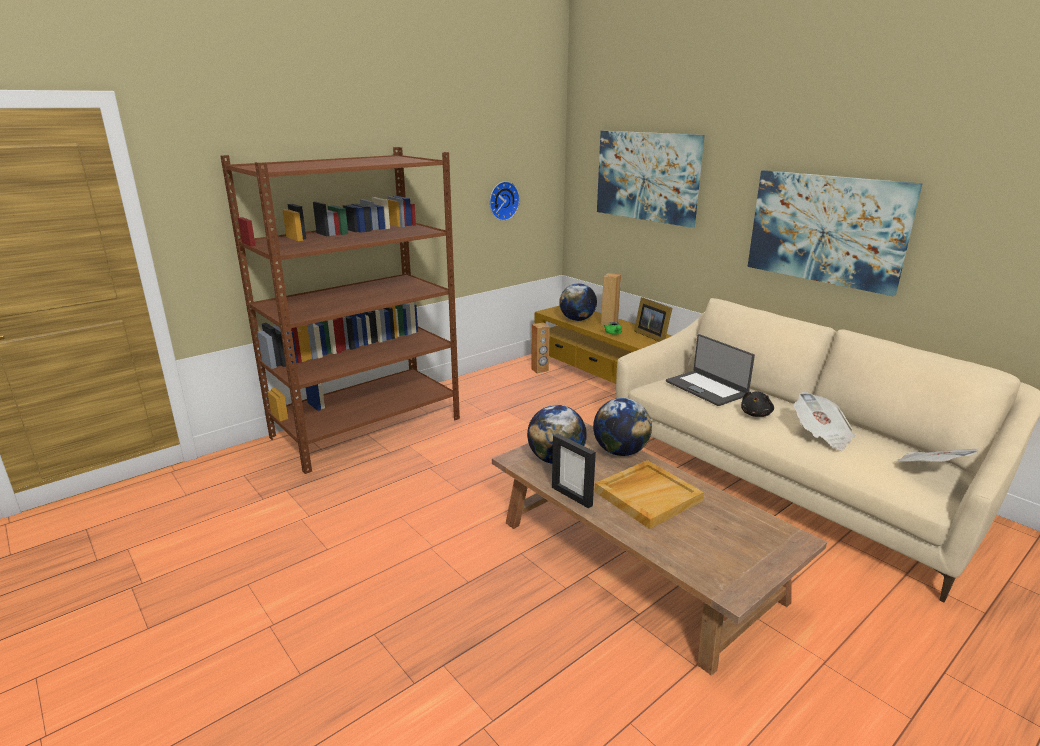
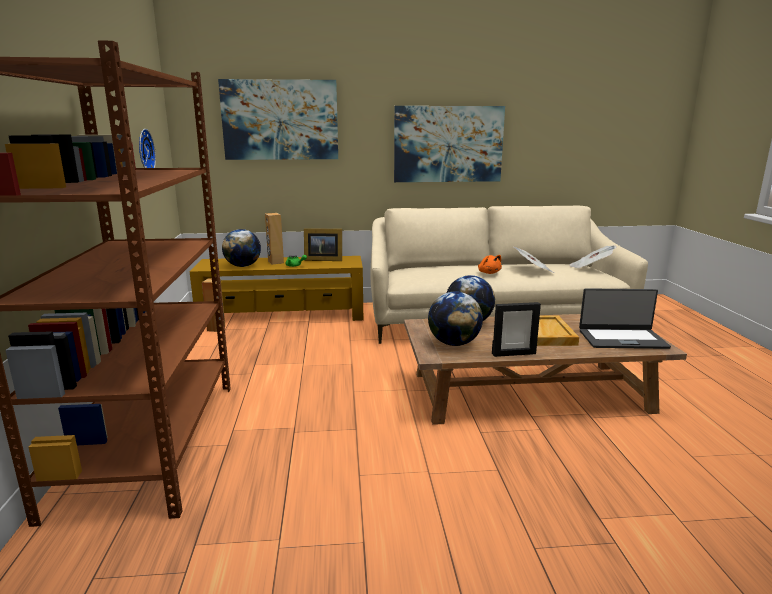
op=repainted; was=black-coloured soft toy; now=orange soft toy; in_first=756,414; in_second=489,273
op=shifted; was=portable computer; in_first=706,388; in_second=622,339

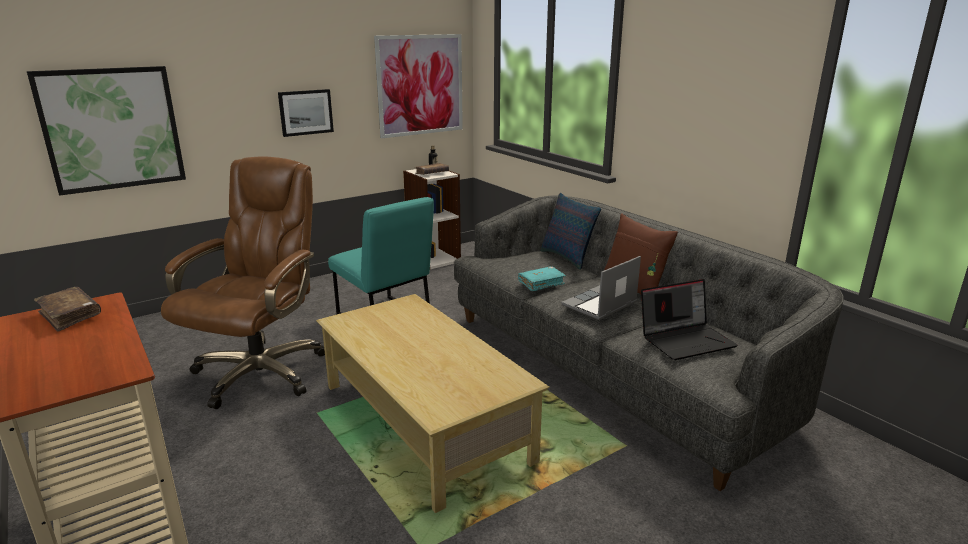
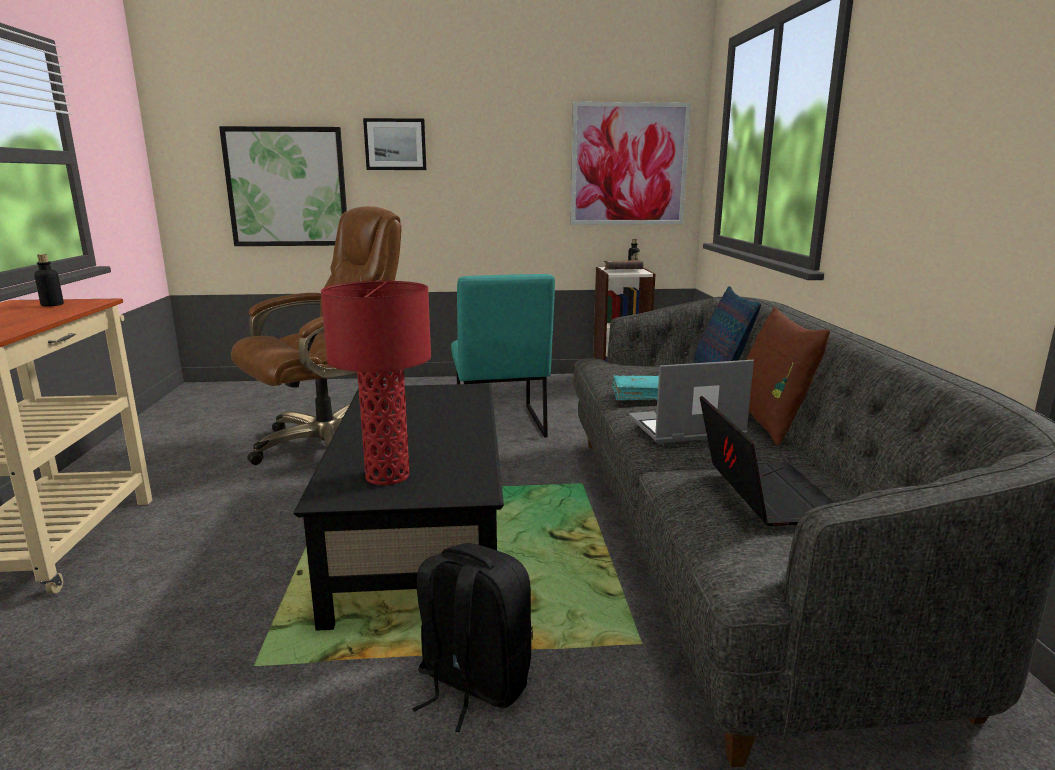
op=swapped; was=brownish volume; now=drink bottle; in_first=70,315; in_second=52,305
op=repainted; was=sand-coloured coffee table; now=black-coloured coffee table; in_first=426,422; in_second=422,533
op=new; now=red lamp for a table; in_second=387,476
op=shifted; was=picture; in_first=305,112; in_second=395,144
op=new; now=black-coloured knapsack; in_second=472,684
op=rotated; was=portable computer; in_first=686,339; in_second=763,493; clockwise=-105

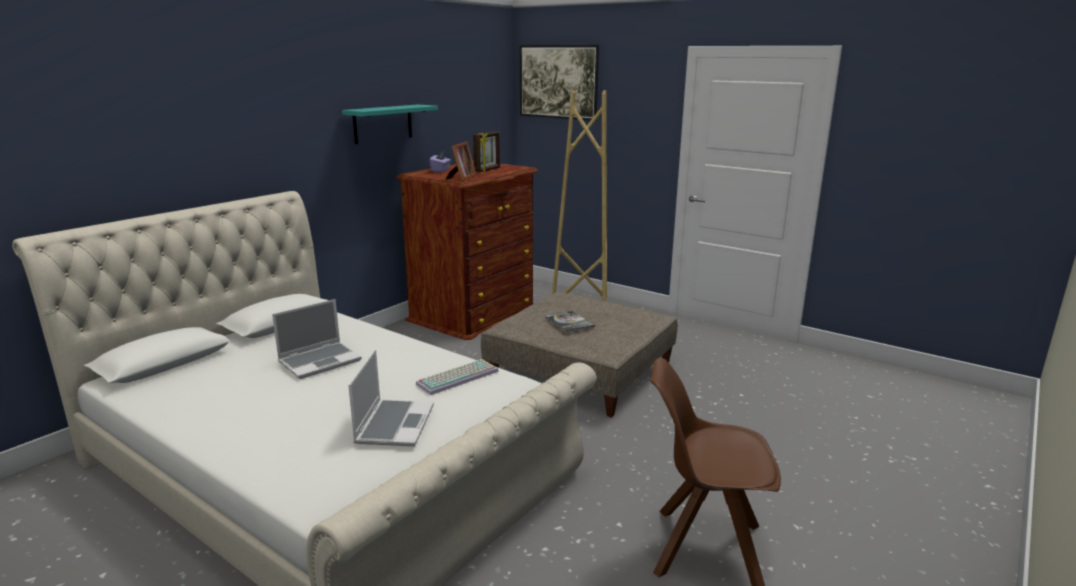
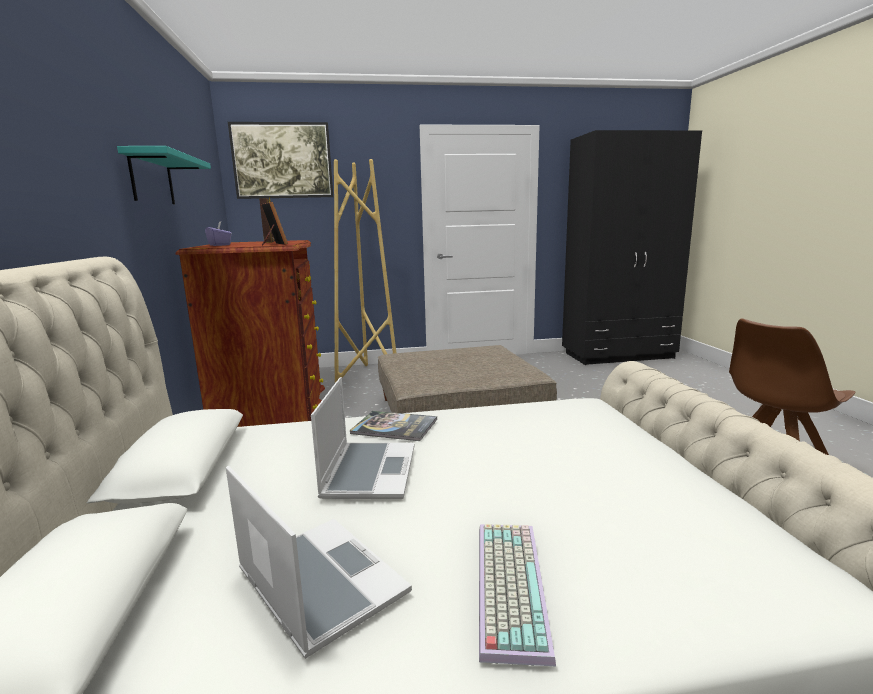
op=shifted; was=portable computer; in_first=394,424; in_second=318,583
op=shifted; was=volume; in_first=569,322; in_second=394,427
op=shifted; was=keyboard; in_first=458,377; in_second=507,583
op=new; now=black-coloured armoire; in_second=618,355

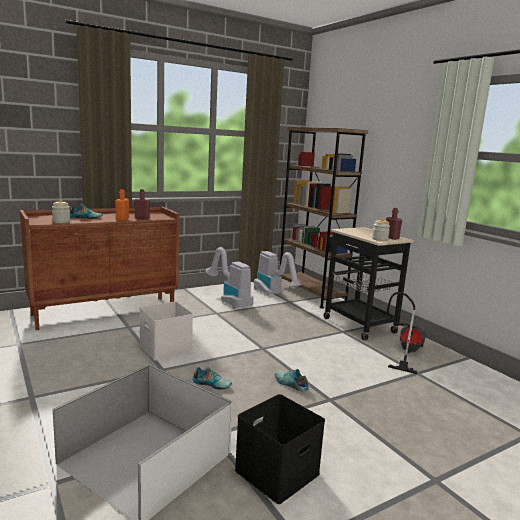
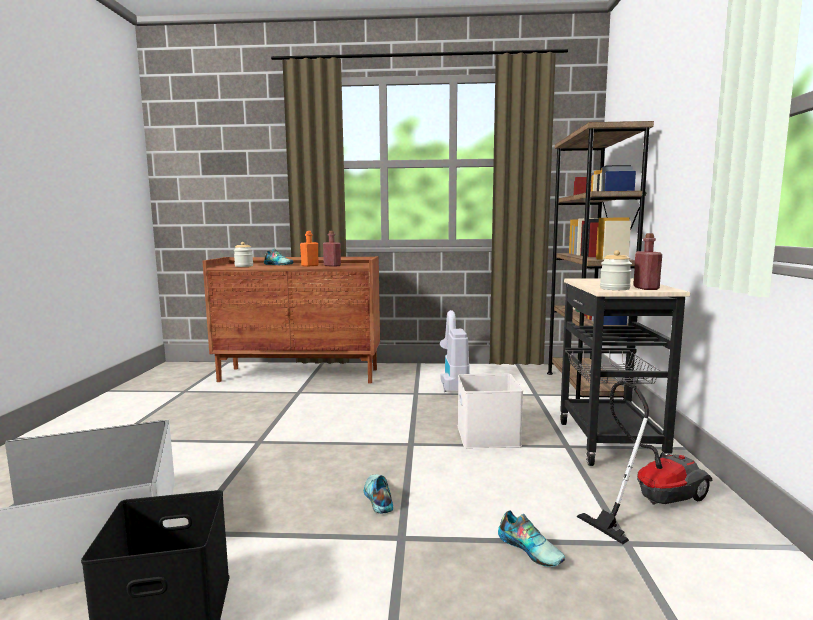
op=shifted; was=white-coloured storage container; in_first=166,348; in_second=489,436
op=shifted; was=shoe; in_first=212,384; in_second=530,548
op=gone; was=hoover; in_first=274,294

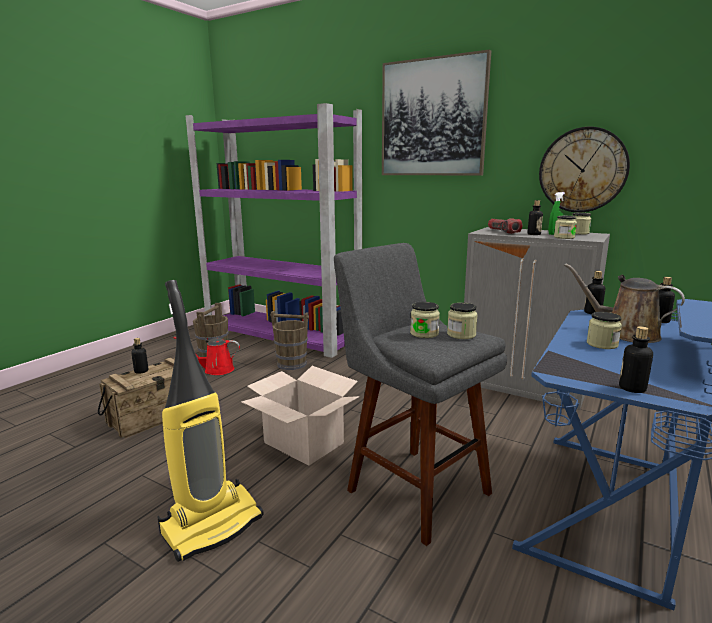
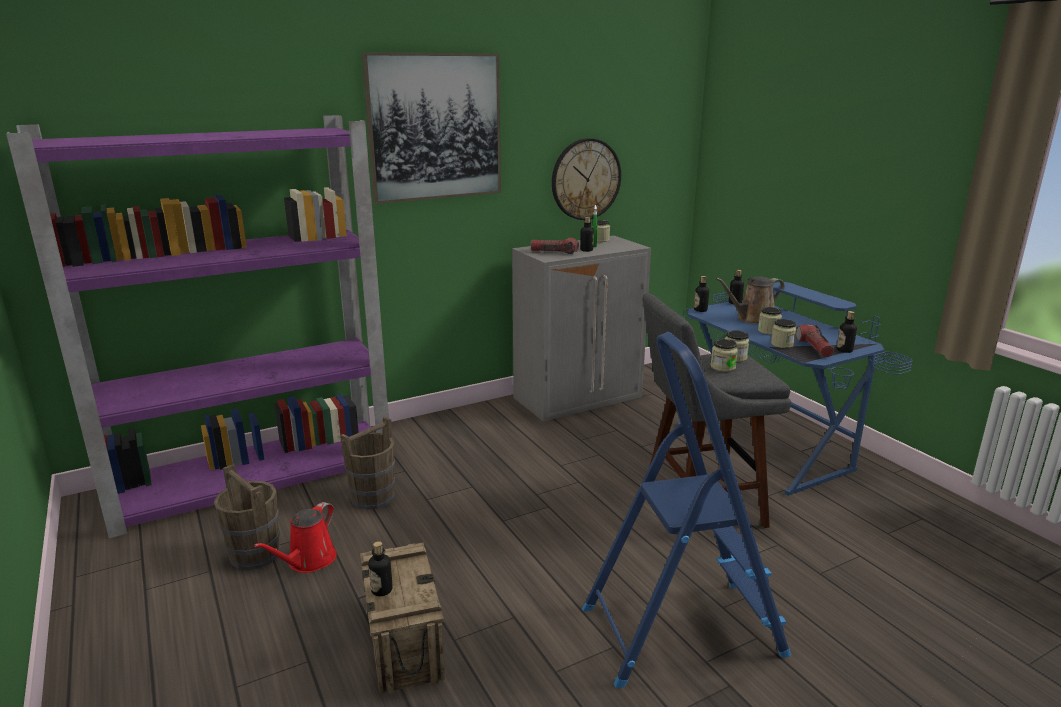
op=swapped; was=hoover; now=blue step stool; in_first=212,524; in_second=684,630
op=shifted; was=jar; in_first=564,237; in_second=782,344
op=new; now=torch; in_second=814,348
op=gone; was=carton; in_first=304,442

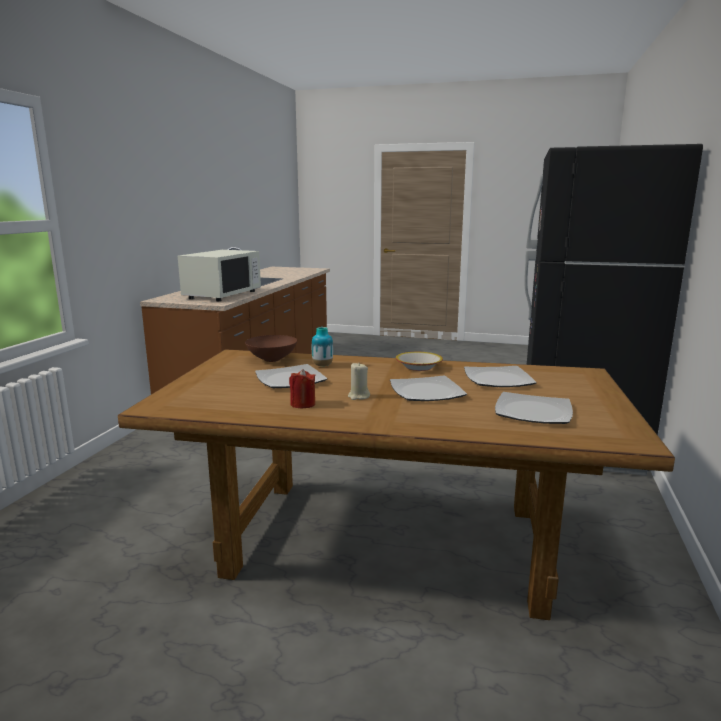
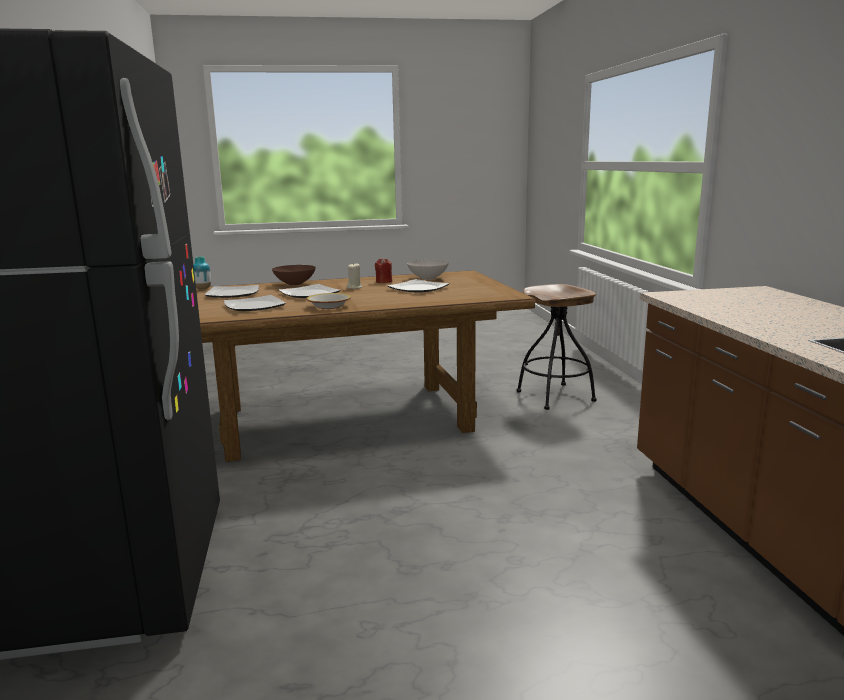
op=shifted; was=decorative vase; in_first=322,365; in_second=202,289
op=shifted; was=brownish serving bowl; in_first=273,359; in_second=294,284
op=new; now=white-coloured serving bowl; in_second=428,278
op=new; now=brownish stool seat; in_second=555,396
op=gone; was=white-coloured kitchen microwave; in_first=222,295

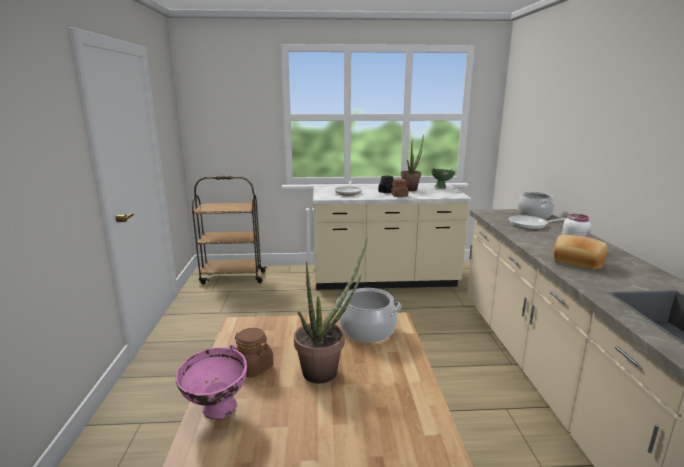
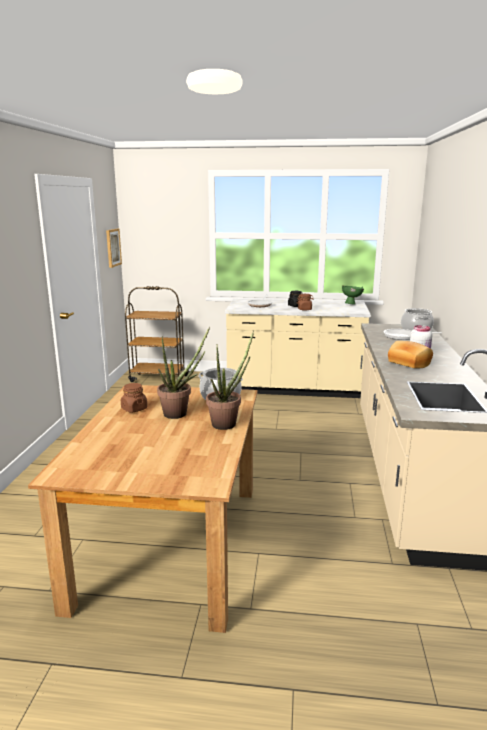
op=new; now=picture; in_second=113,247
op=shifted; was=houseplant; in_first=411,189; in_second=228,423
op=gone; was=pink serving bowl; in_first=216,413

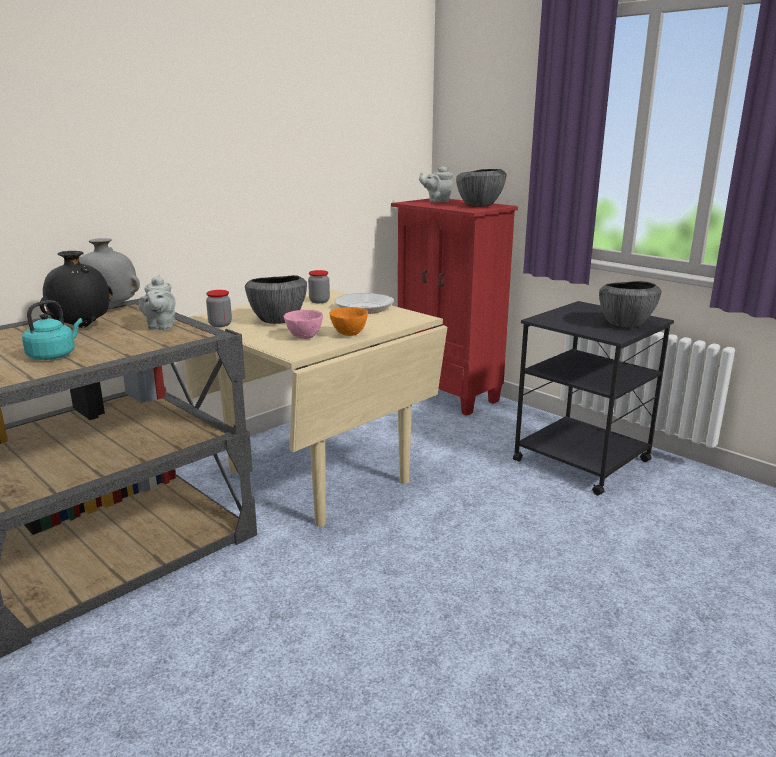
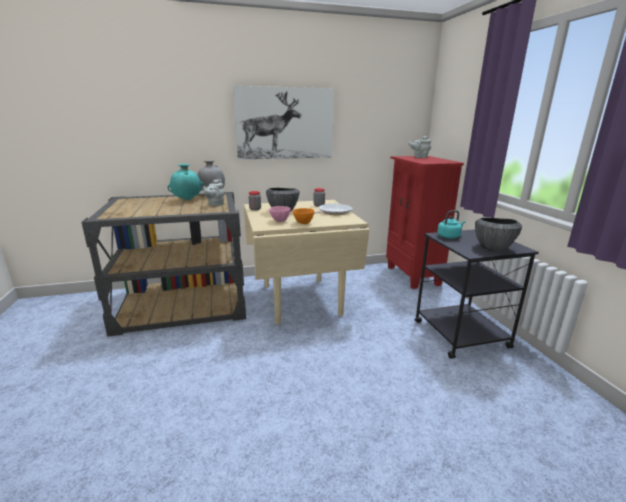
op=repainted; was=black-coloured decorative vase; now=turquoise decorative vase; in_first=82,327; in_second=188,200
op=new; now=picture; in_second=285,124
op=shifted; was=turquoise kettle; in_first=54,355; in_second=449,236
op=gone; was=serving bowl; in_first=479,205

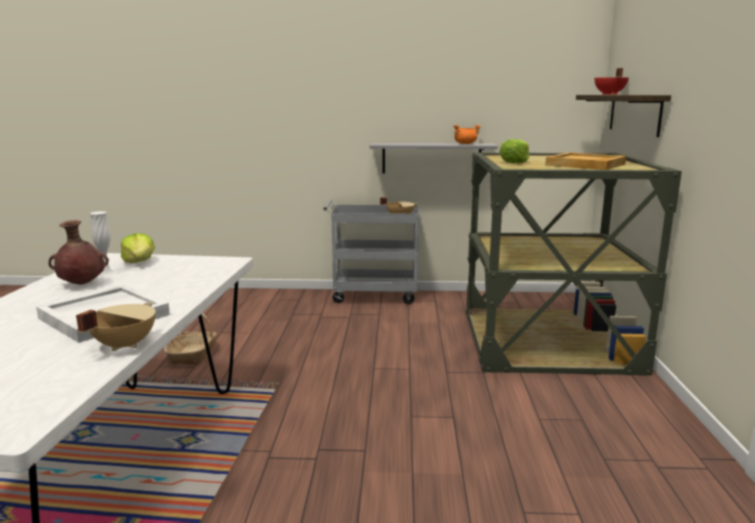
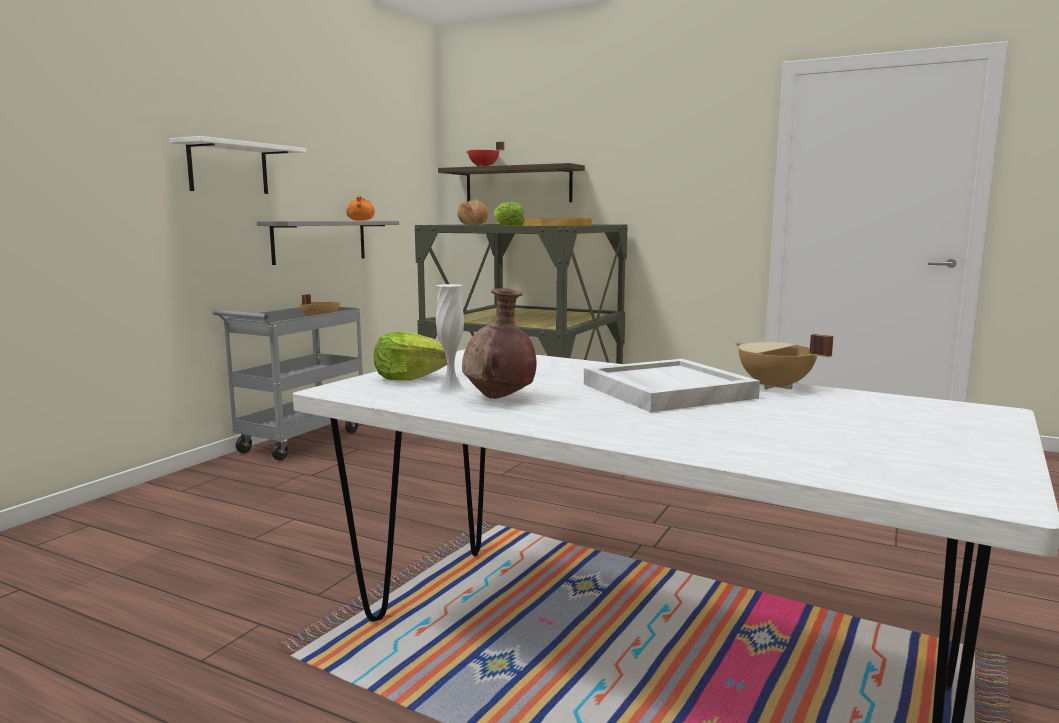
op=new; now=white-coloured shelf; in_second=228,168
op=new; now=baked bread; in_second=473,224
op=gone; was=basket; in_first=192,354

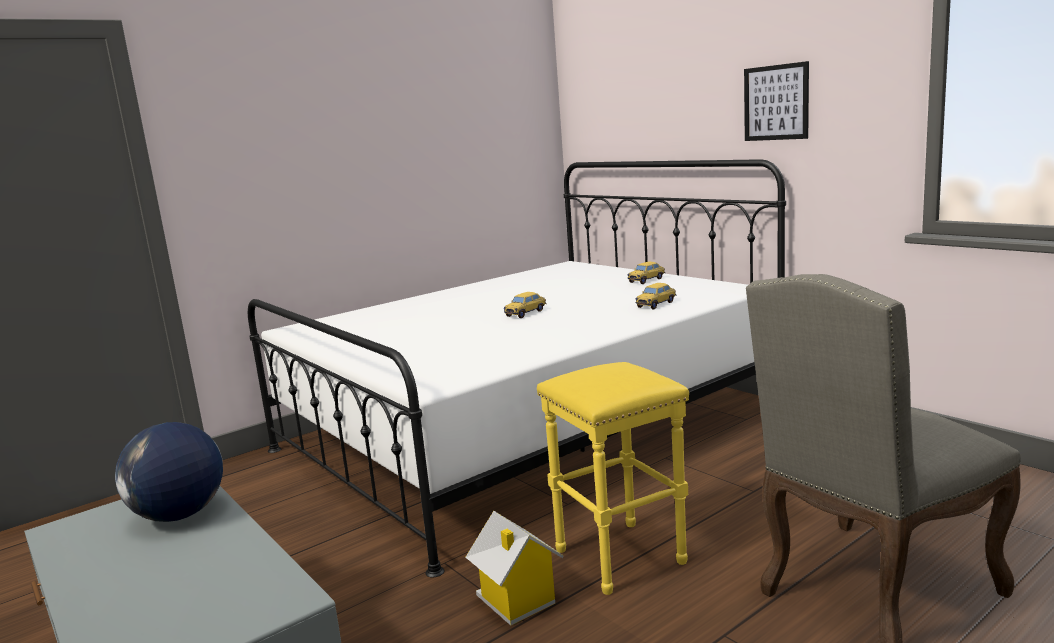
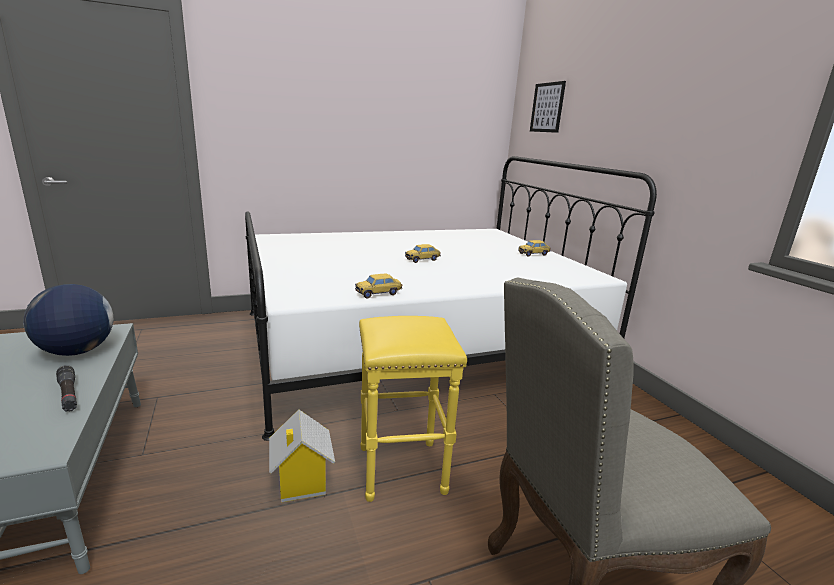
op=new; now=black-coloured torch; in_second=68,394
op=shifted; was=toy car; in_first=656,304; in_second=378,294
op=shifted; was=picture; in_first=776,102; in_second=547,107

